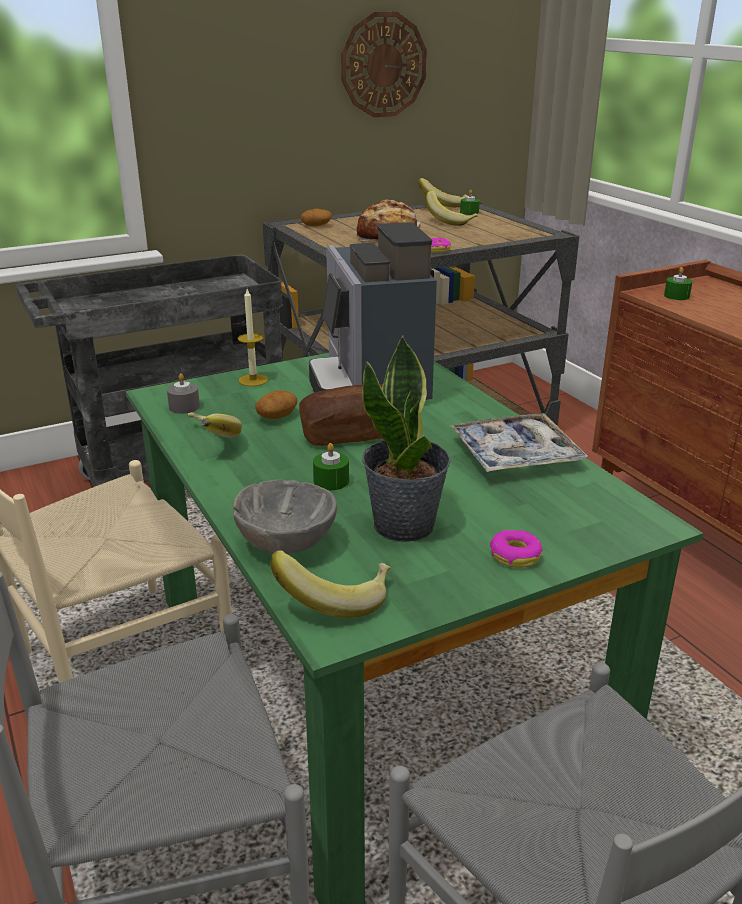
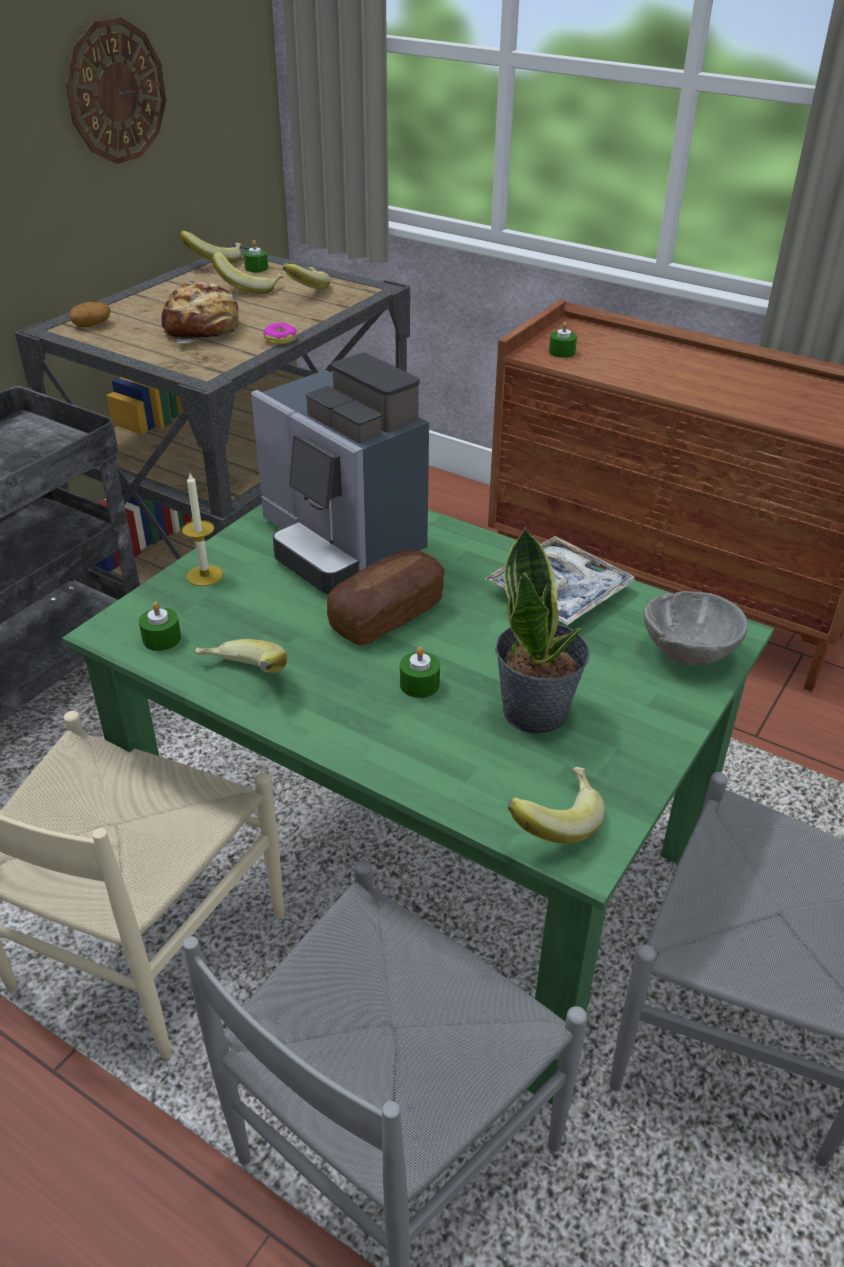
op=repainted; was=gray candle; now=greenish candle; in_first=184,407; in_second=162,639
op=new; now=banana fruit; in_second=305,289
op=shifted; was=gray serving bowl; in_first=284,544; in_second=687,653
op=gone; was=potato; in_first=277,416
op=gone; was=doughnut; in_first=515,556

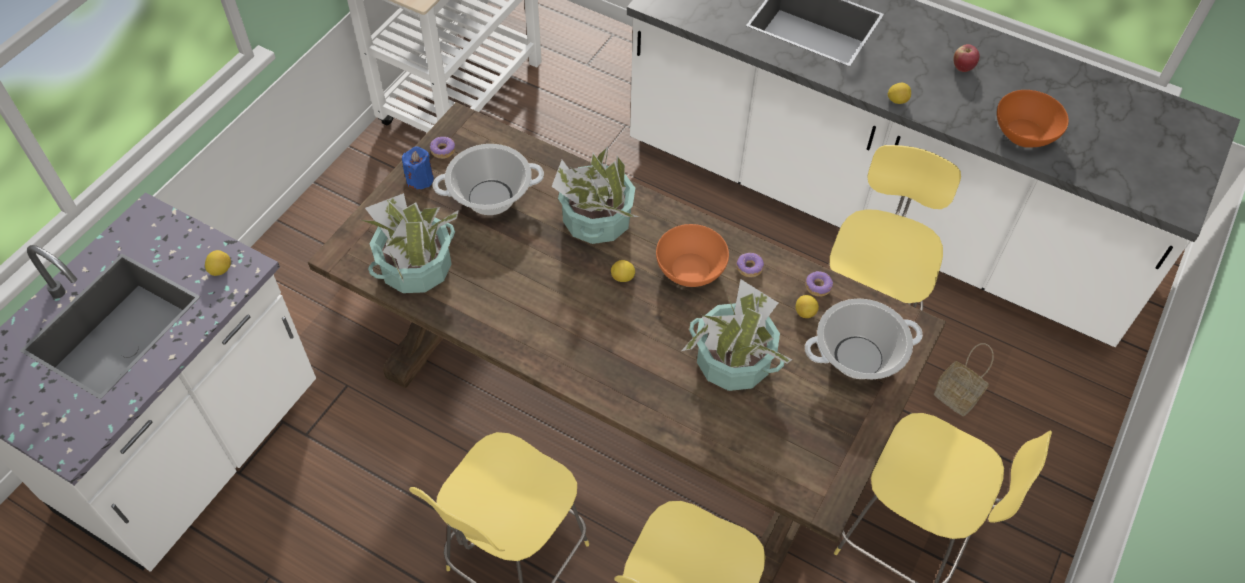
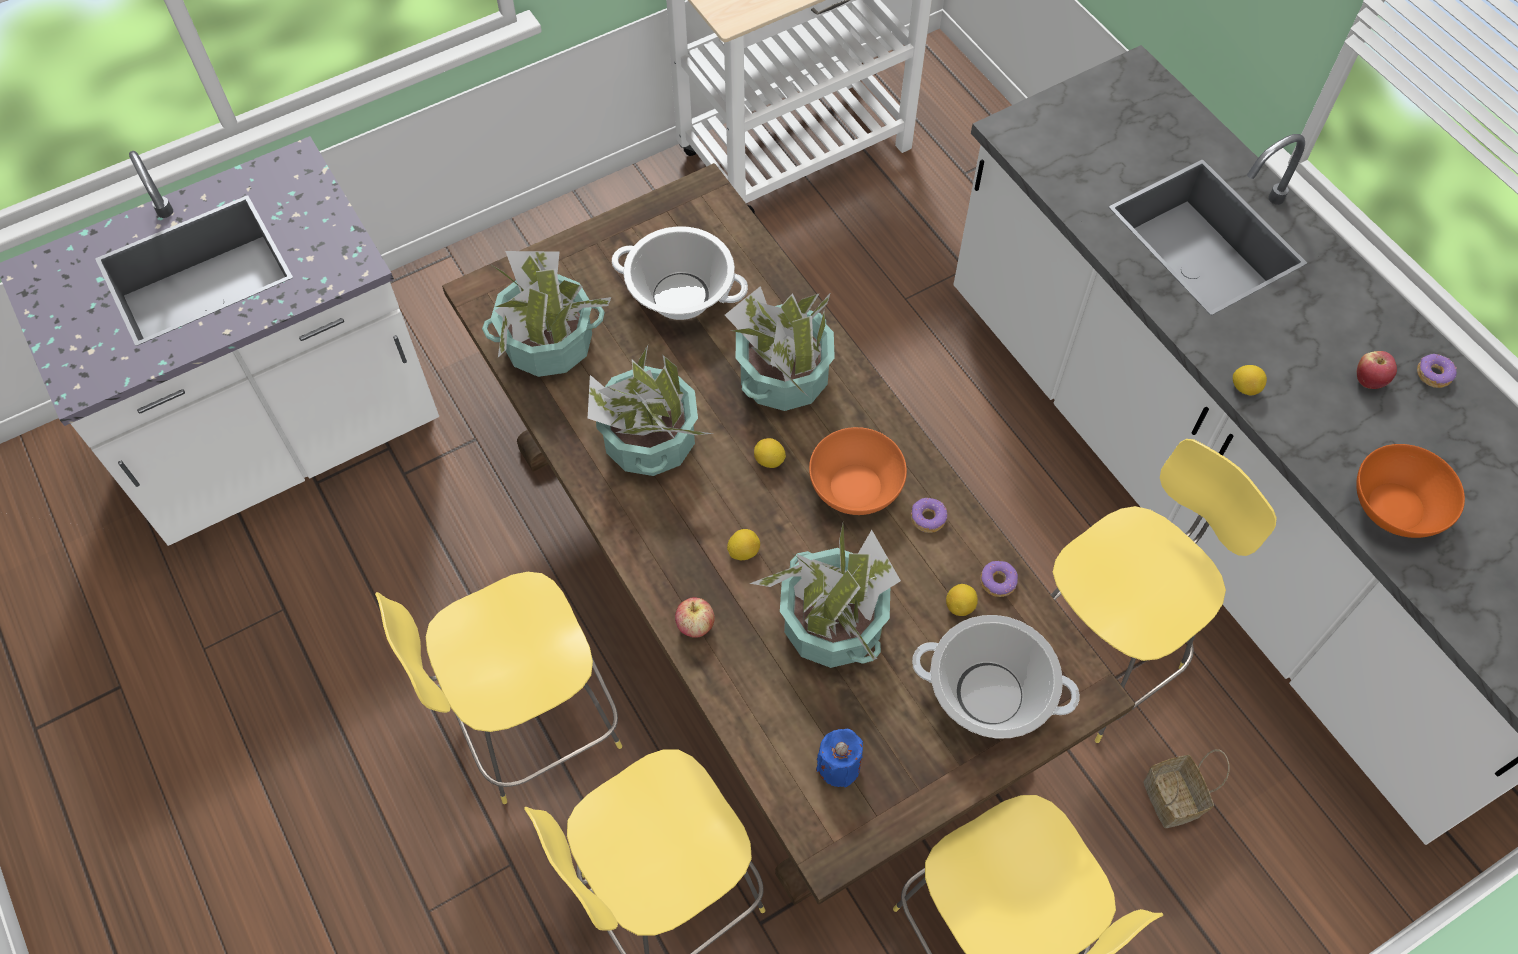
op=new; now=houseplant; in_second=649,440
op=new; now=whole apple; in_second=695,625
op=shifted; was=whole lemon; in_first=220,270; in_second=743,551
op=shifted; was=blue candle; in_first=420,179; in_second=838,766
op=shifted; was=doughnut; in_first=442,150; in_second=1433,374

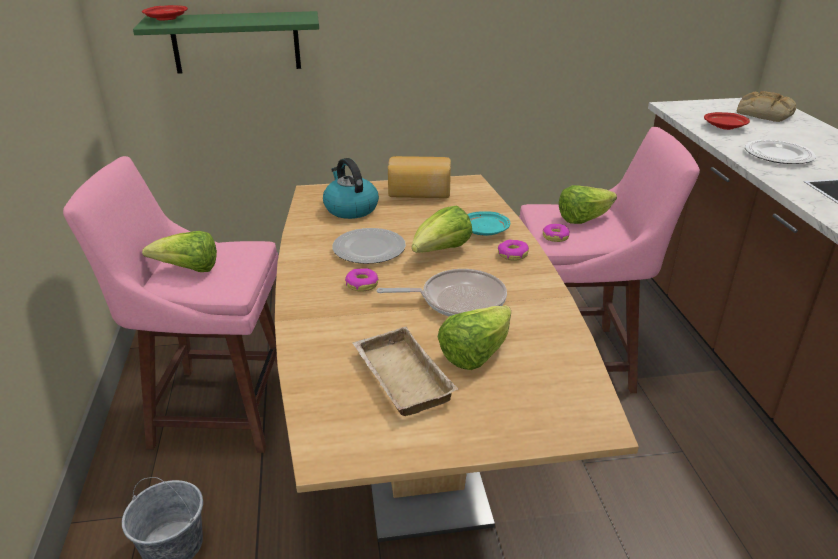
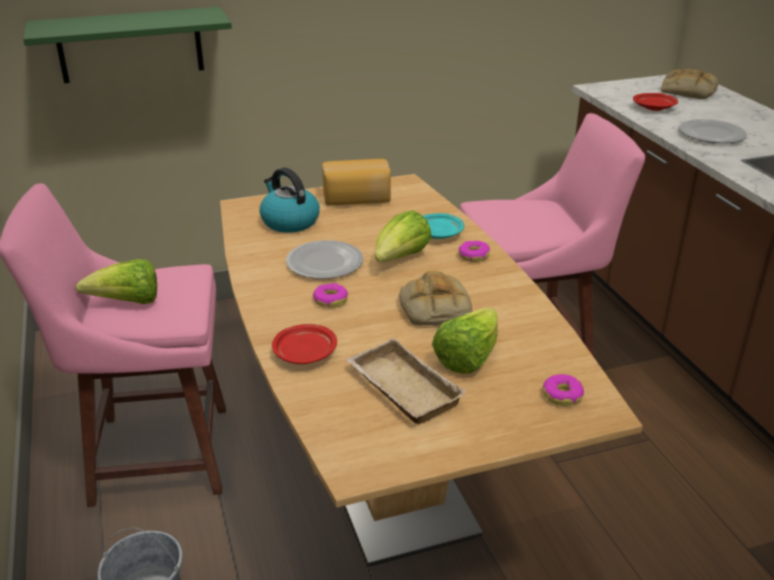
op=shifted; was=red plate; in_first=166,19; in_second=305,353
op=swapped; was=pan; now=baked bread; in_first=458,300; in_second=433,307
op=shifted; was=doughnut; in_first=555,237; in_second=562,395
op=gone; was=lettuce; in_first=583,219

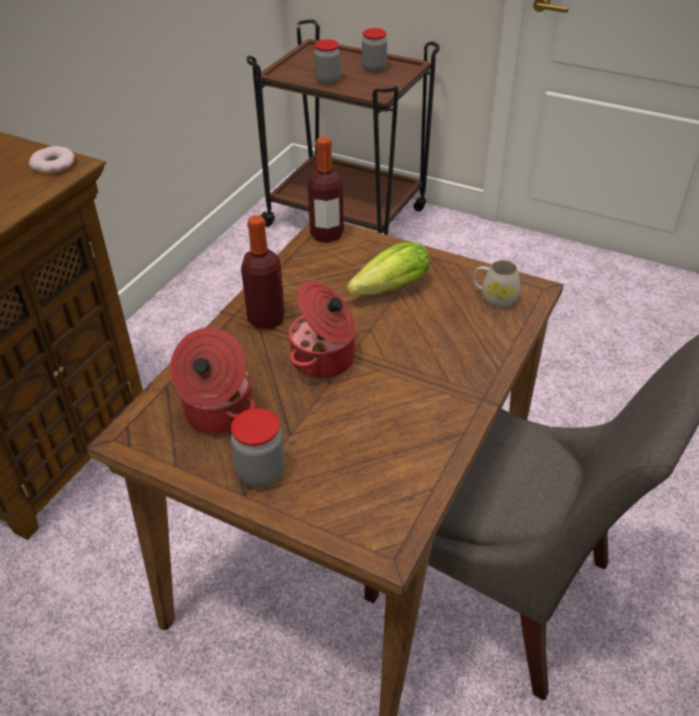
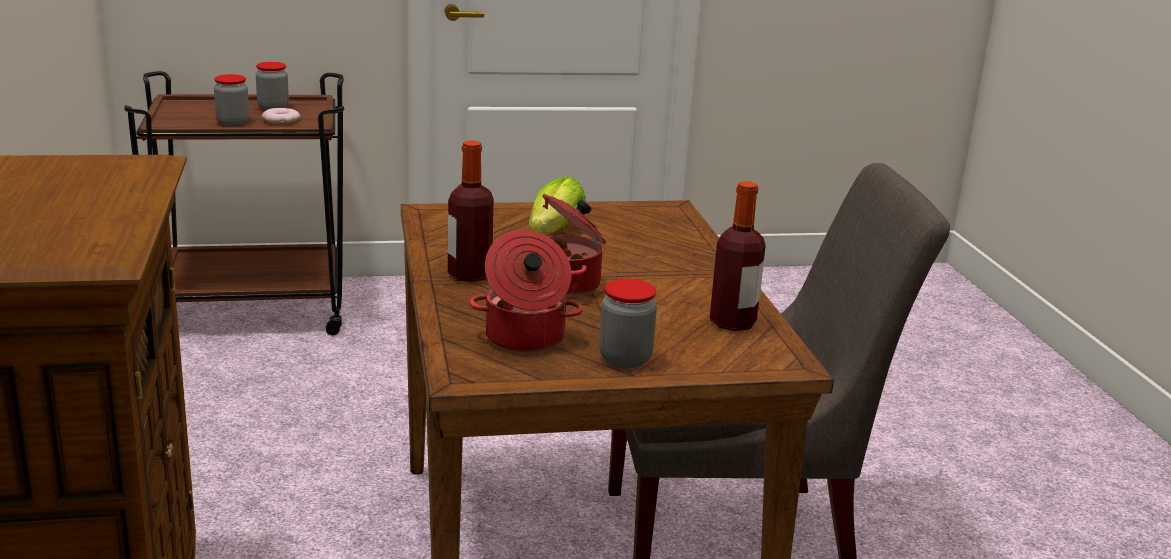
op=shifted; was=doughnut; in_first=53,165; in_second=281,120
op=shifted; was=drink bottle; in_first=327,235; in_second=732,323
op=gone; was=white-coloured coffee mug; in_first=494,297

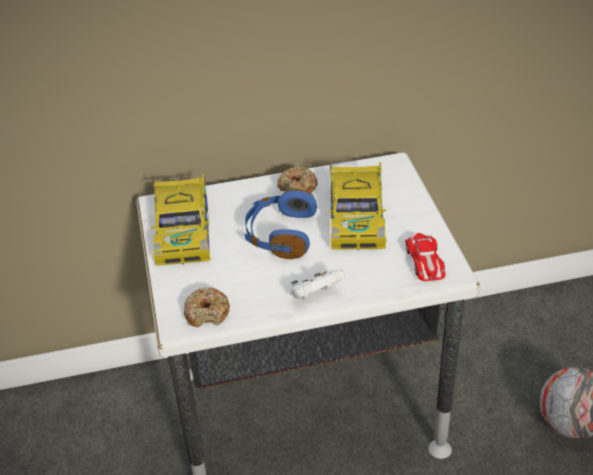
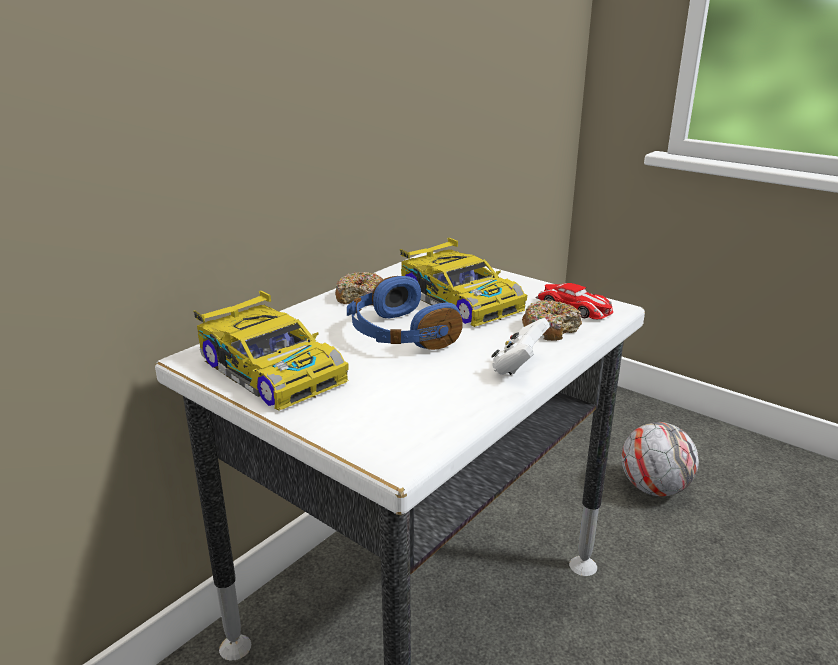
op=shifted; was=doughnut; in_first=207,313; in_second=550,329

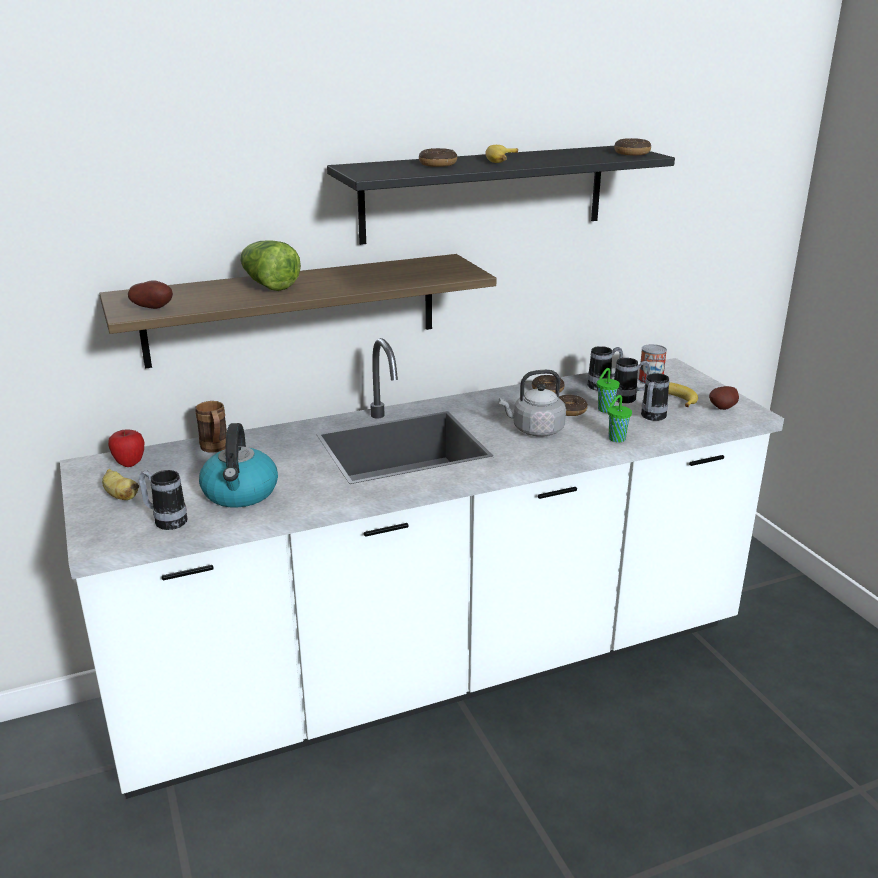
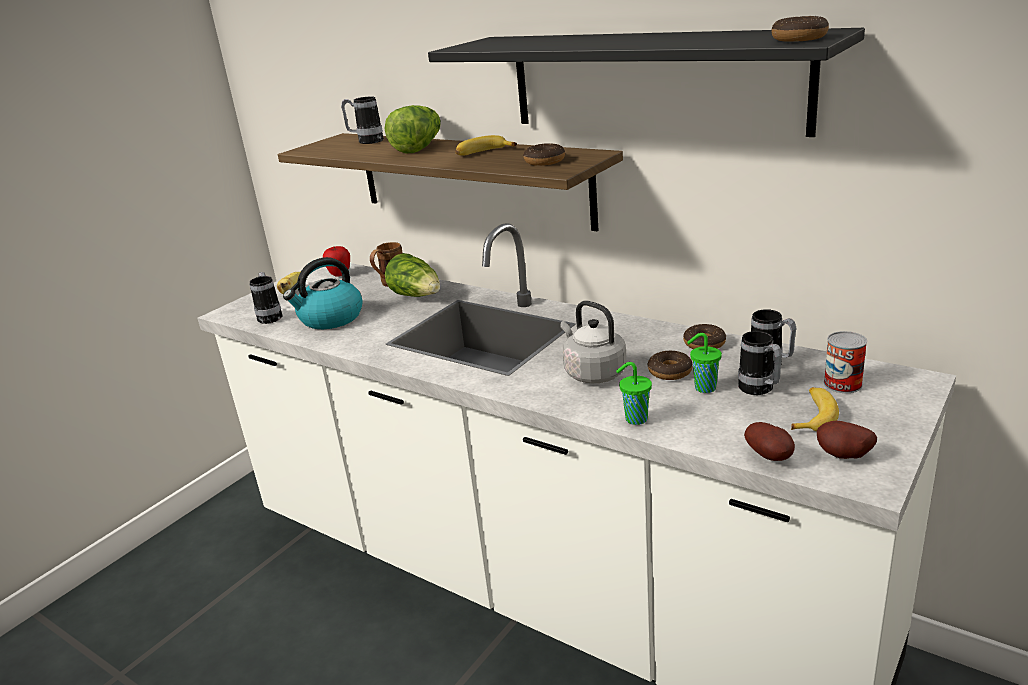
op=shifted; was=coffee mug; in_first=651,418; in_second=366,141
op=new; now=lettuce; in_second=417,296
op=shifted; was=banana fruit; in_first=502,160; in_second=483,153
op=shifted; was=doughnut; in_first=438,164; in_second=544,161
op=shifted; was=potato; in_first=154,308; in_second=771,457

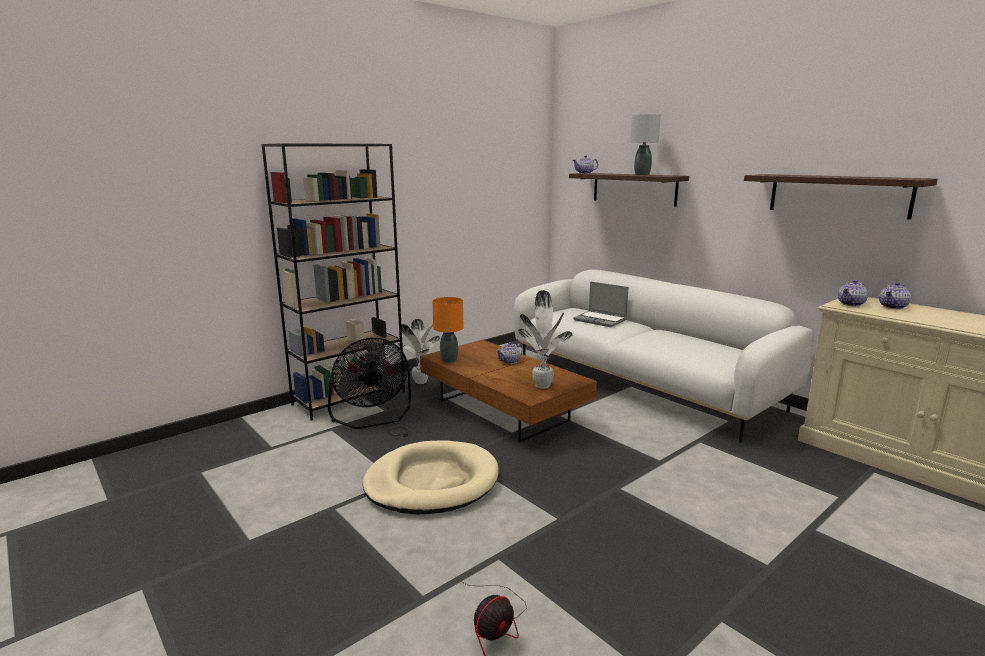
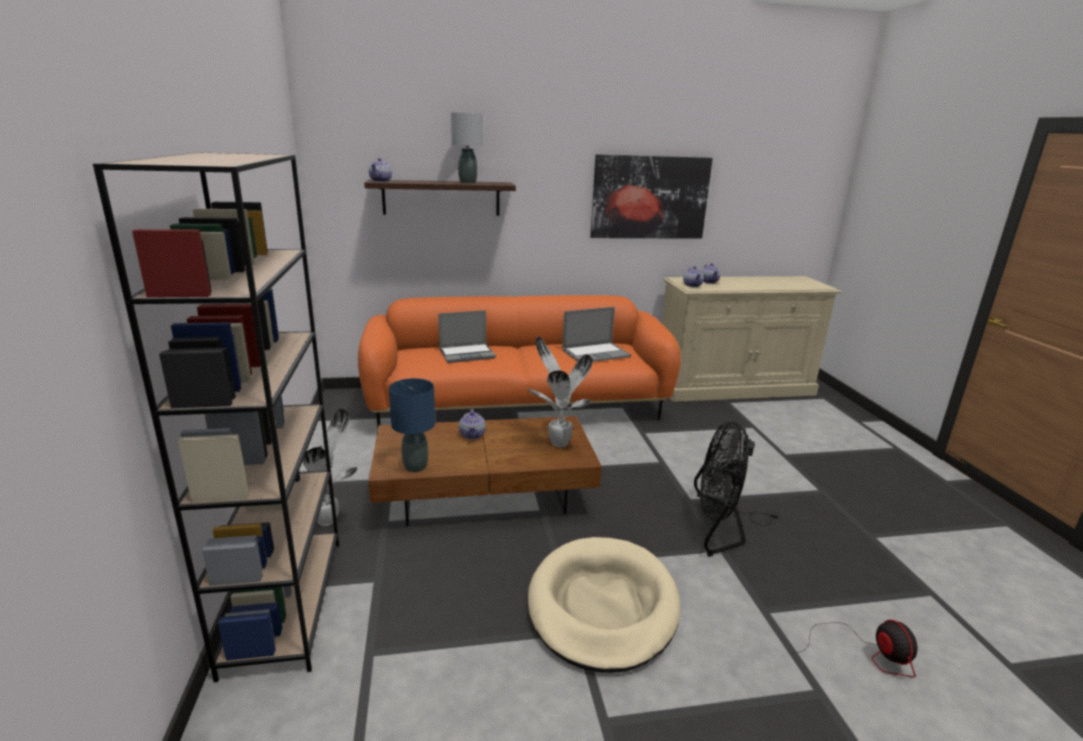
op=repainted; was=white-coloured couch; now=orange couch; in_first=641,383; in_second=518,406
op=repainted; was=orange lamp for a table; now=blue lamp for a table; in_first=449,360; in_second=415,467
op=new; now=portable computer; in_second=596,353
op=swapped; was=shelf; now=picture; in_first=838,195; in_second=650,197
op=shifted; was=black-coloured fan; in_first=378,421; in_second=724,523

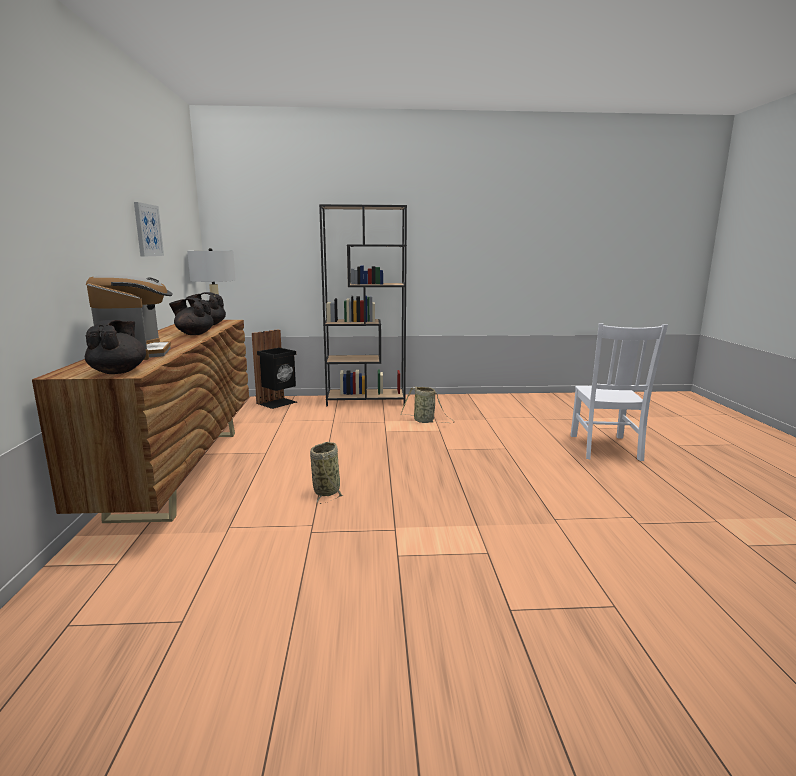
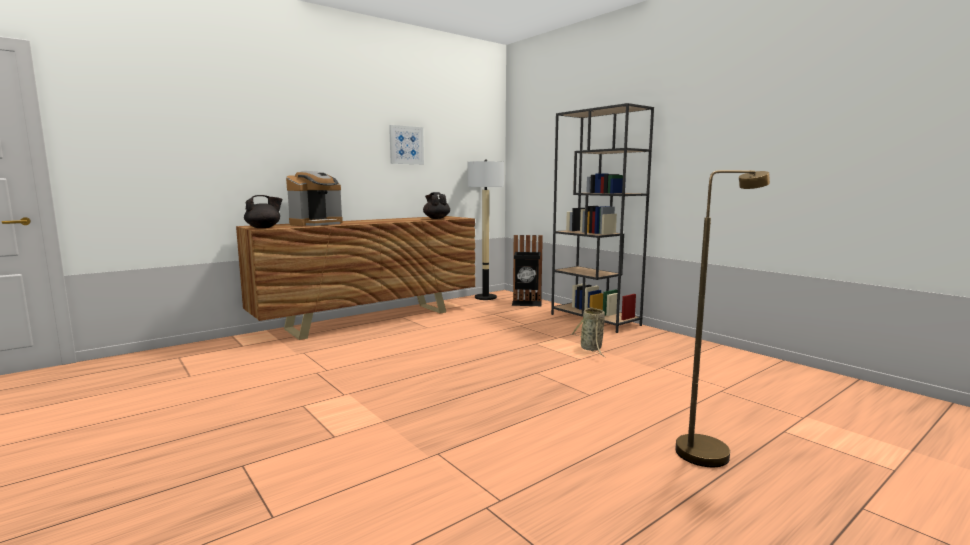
op=swapped; was=white-coloured chair; now=brownish standard lamp; in_first=605,448; in_second=709,449
op=gone; was=black-coloured pot for tea; in_first=194,334
op=gone; was=basket; in_first=327,490

